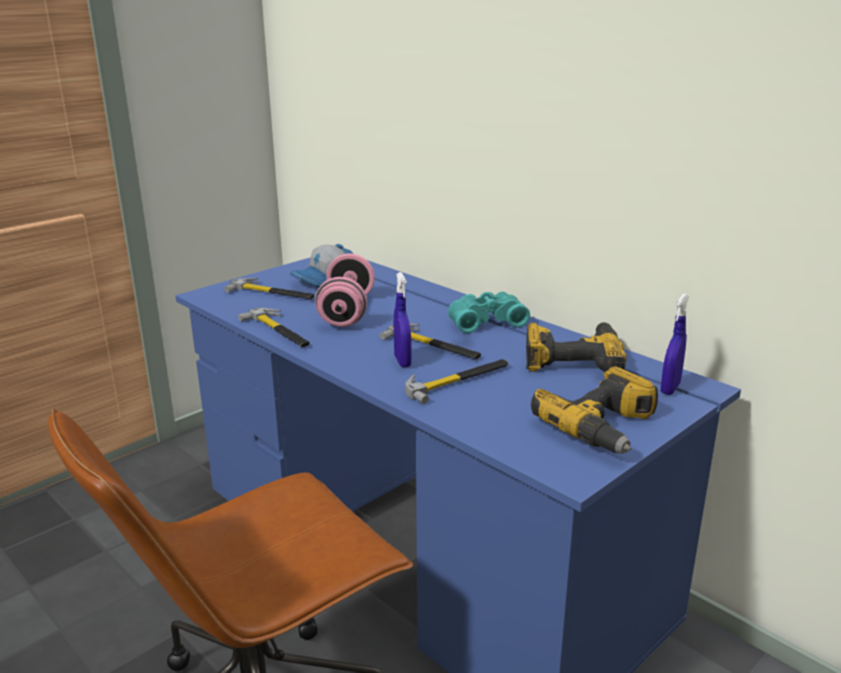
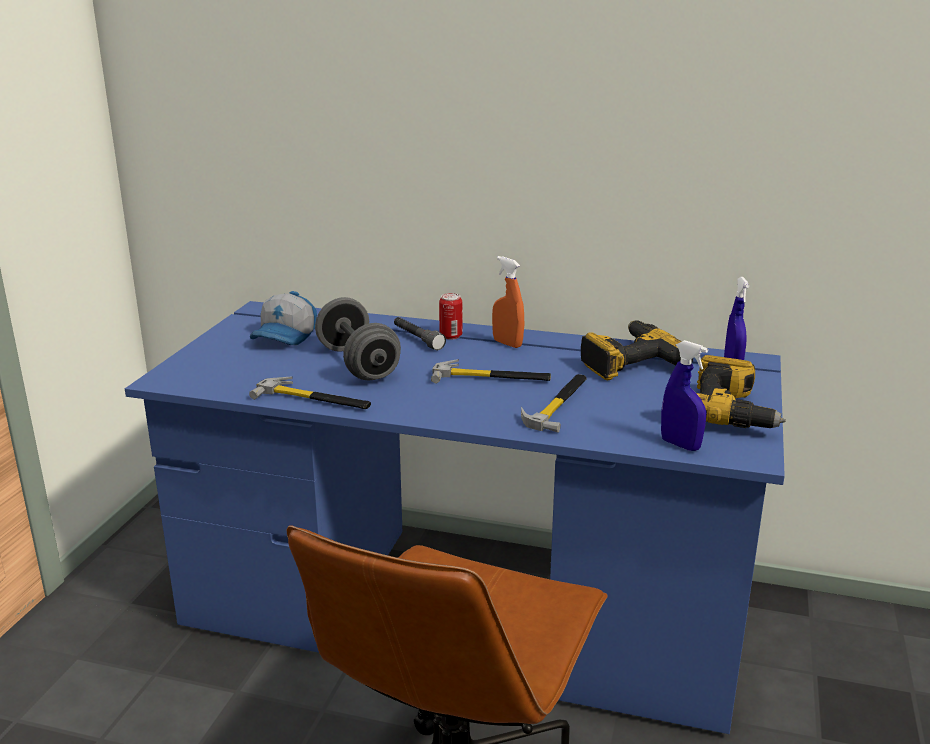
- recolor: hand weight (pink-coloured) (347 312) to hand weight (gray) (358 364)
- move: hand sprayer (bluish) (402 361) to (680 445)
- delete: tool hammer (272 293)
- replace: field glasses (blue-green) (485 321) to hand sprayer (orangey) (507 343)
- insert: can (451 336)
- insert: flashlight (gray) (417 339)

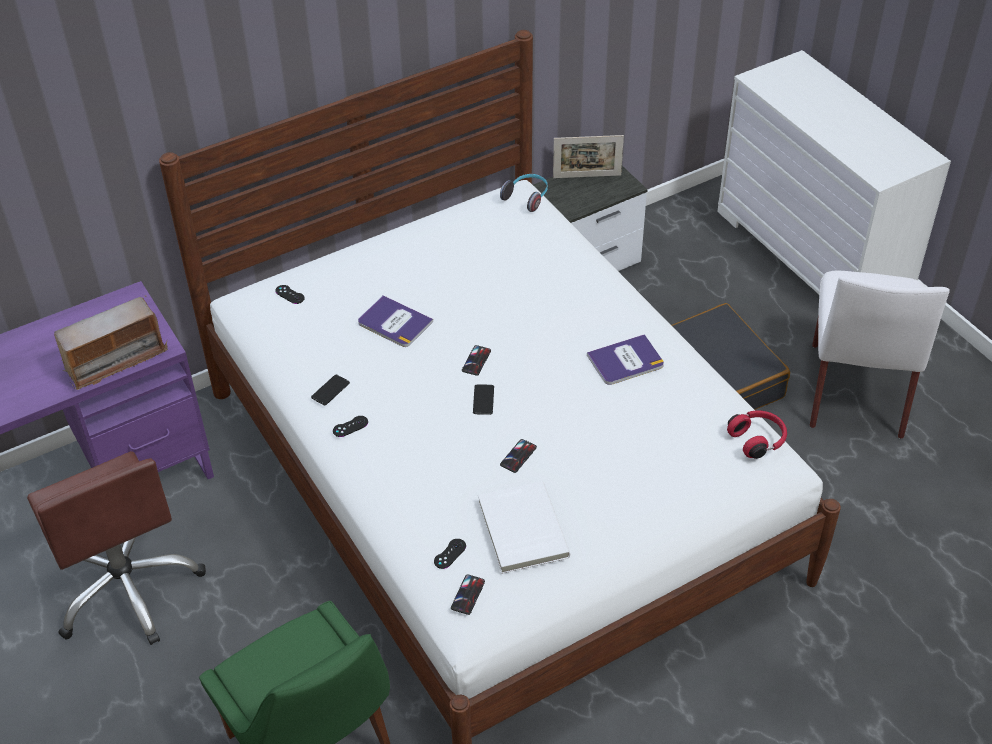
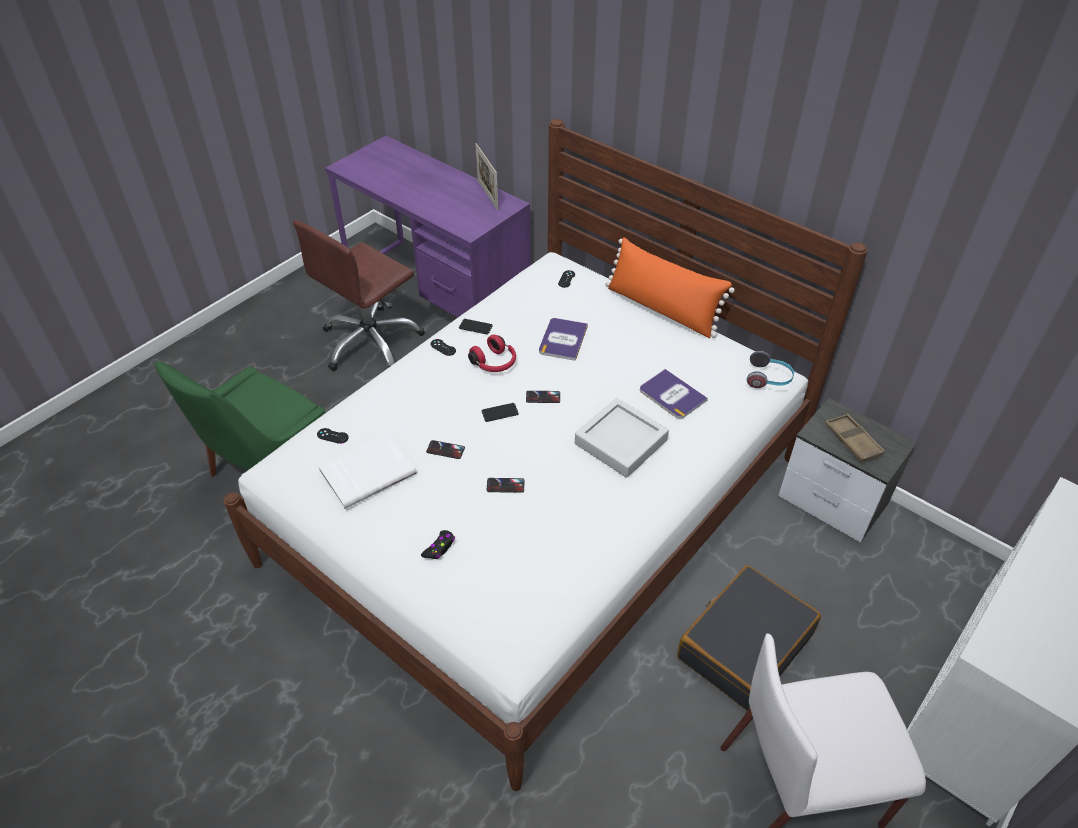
- move: photo frame (587 176) to (487 195)
- delete: radio receiver (115 360)
- move: volume (625 361) to (672 395)
- move: pair of headphones (reddish) (758 440) to (494 363)
- move: handset (468 595) to (505 485)
- insert: pillow (orangey) (662 309)
- insert: tray (gray) (621 442)
- insert: tray (brown) (852 441)
- insert: gamepad (blackish) (439 548)

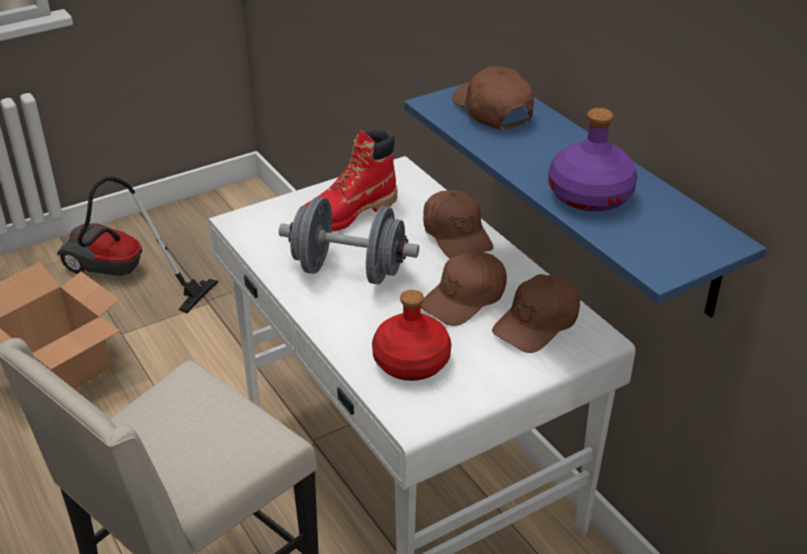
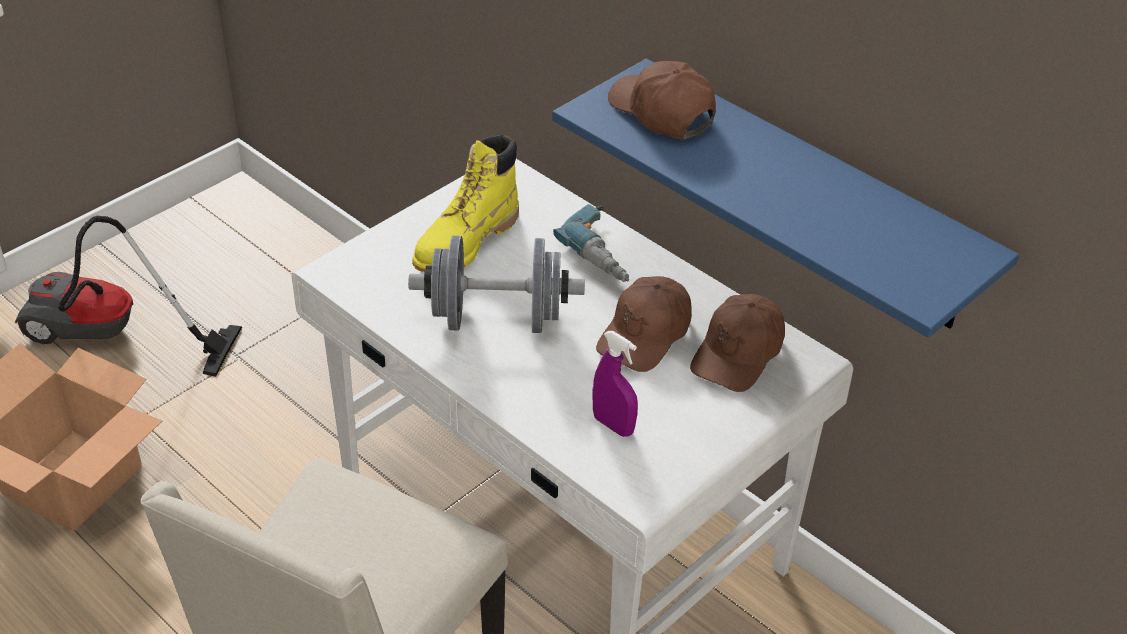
- delete: beverage bottle (purplish) (591 195)
- recolor: high-top boot (reddish) (348 214) to high-top boot (yellow-coloured) (466 243)
- replace: baseball cap (brown) (456 235) to electric drill (606 252)
- replace: beverage bottle (reddish) (411 362) to hand sprayer (purplish) (613 425)

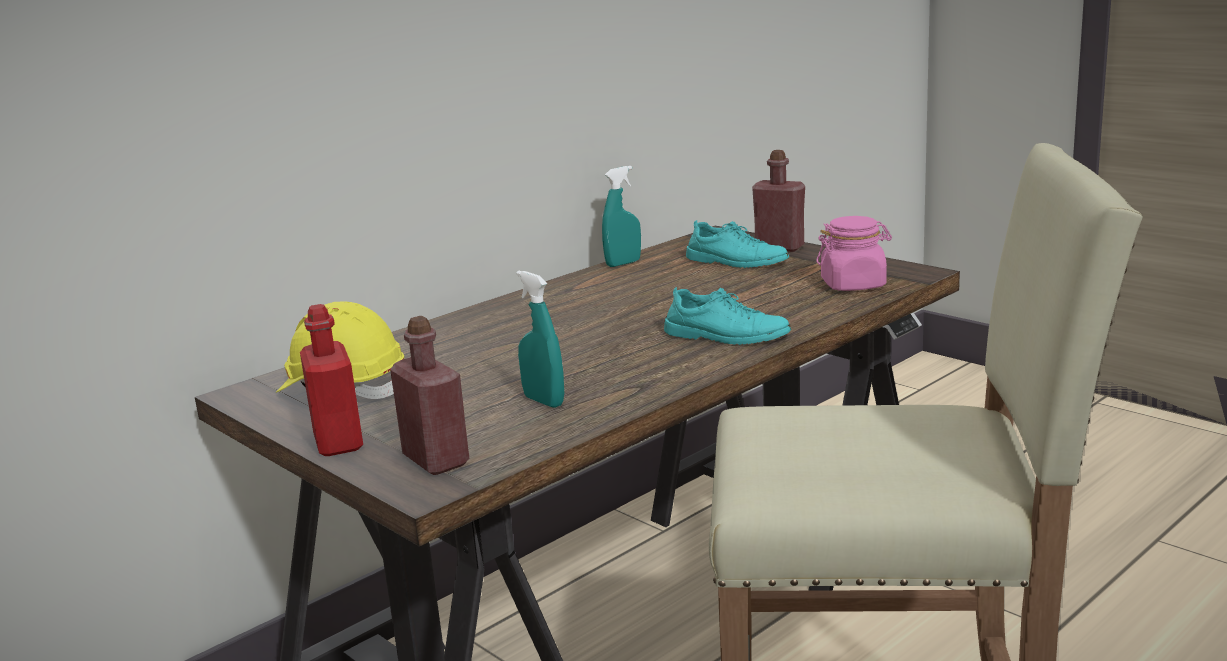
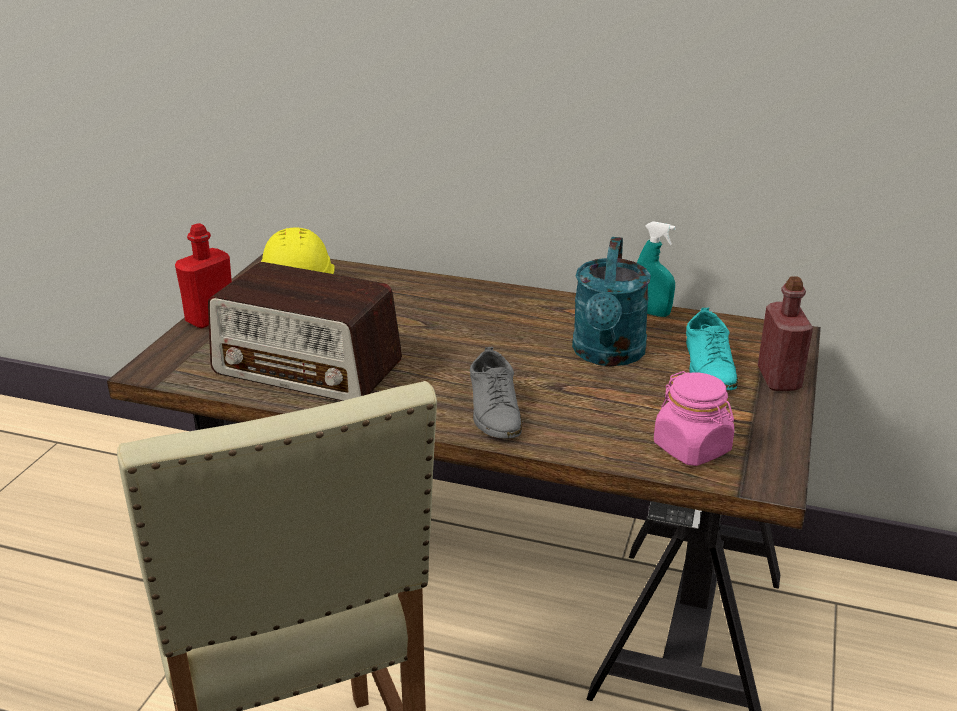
- replace: hand sprayer (blue-green) (544 401) to radio receiver (308 368)
- recolor: item of footwear (blue-green) (726 335) to item of footwear (gray) (495 410)
- delete: beverage bottle (reddish) (436 460)
- insert: watering pot (blue-green) (608 355)

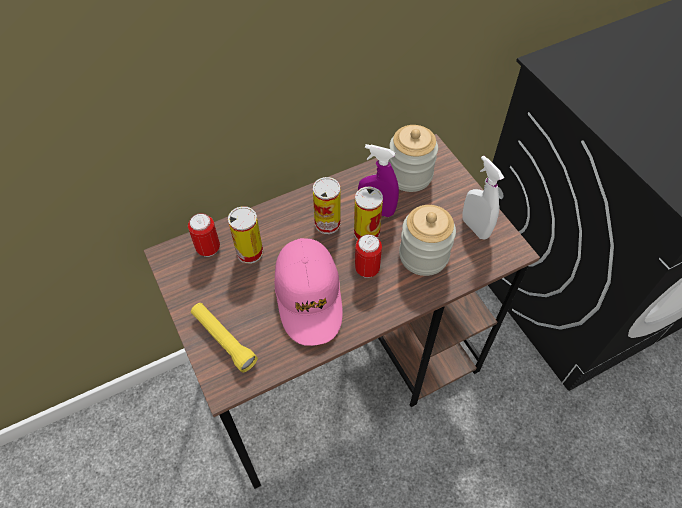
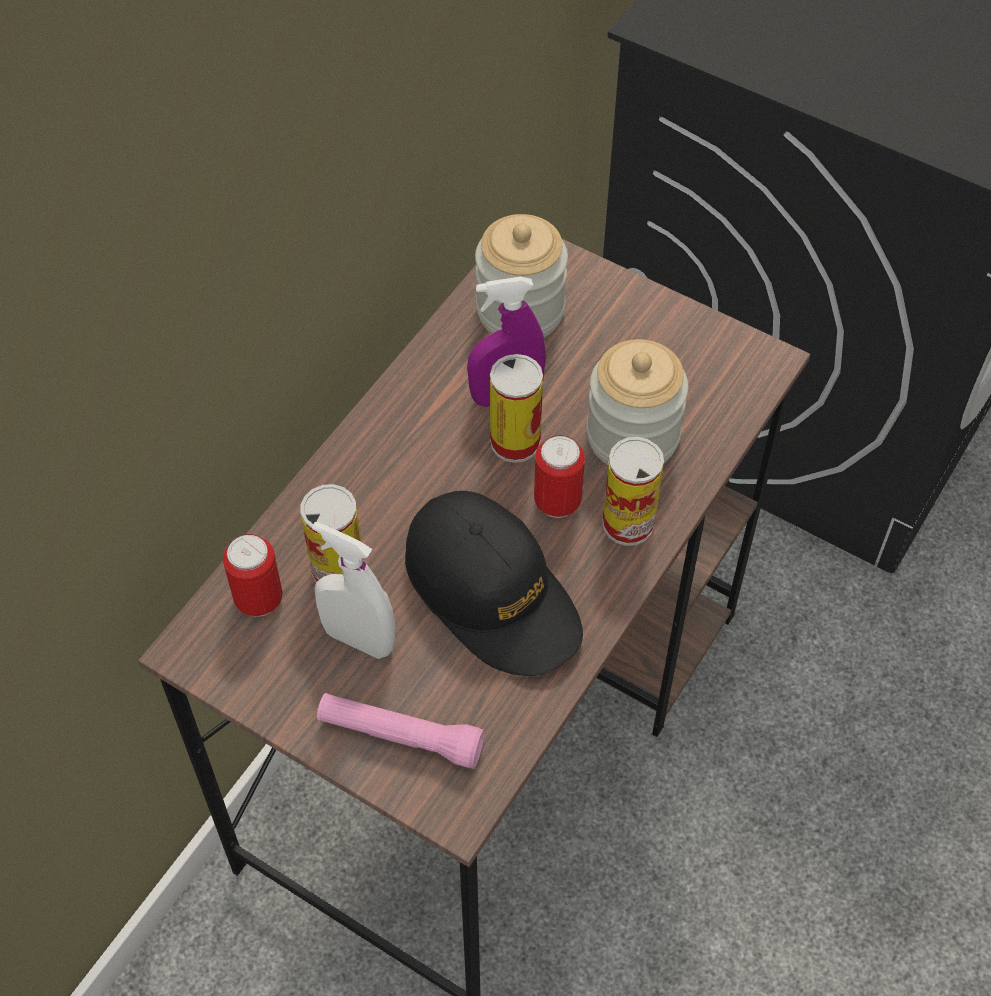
- move: hand sprayer (white) (475 228) to (359 639)
- move: can (327 223) to (628 523)
- recolor: baseball cap (pink-coloured) (309 296) to baseball cap (blackish) (493 593)
- recolor: flashlight (yellow-coloured) (223 340) to flashlight (pink-coloured) (400 736)

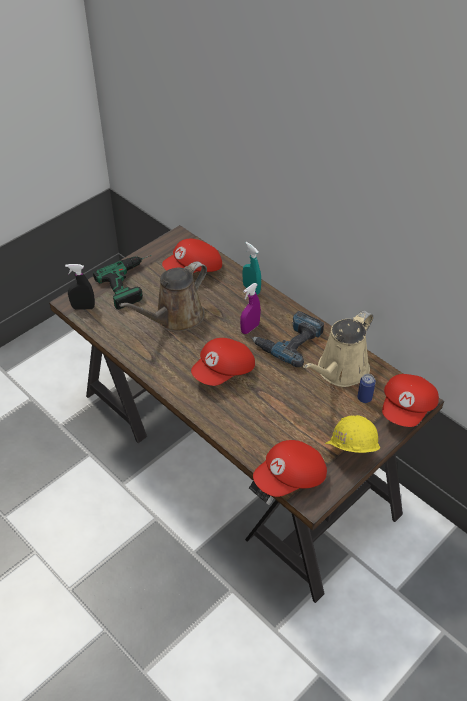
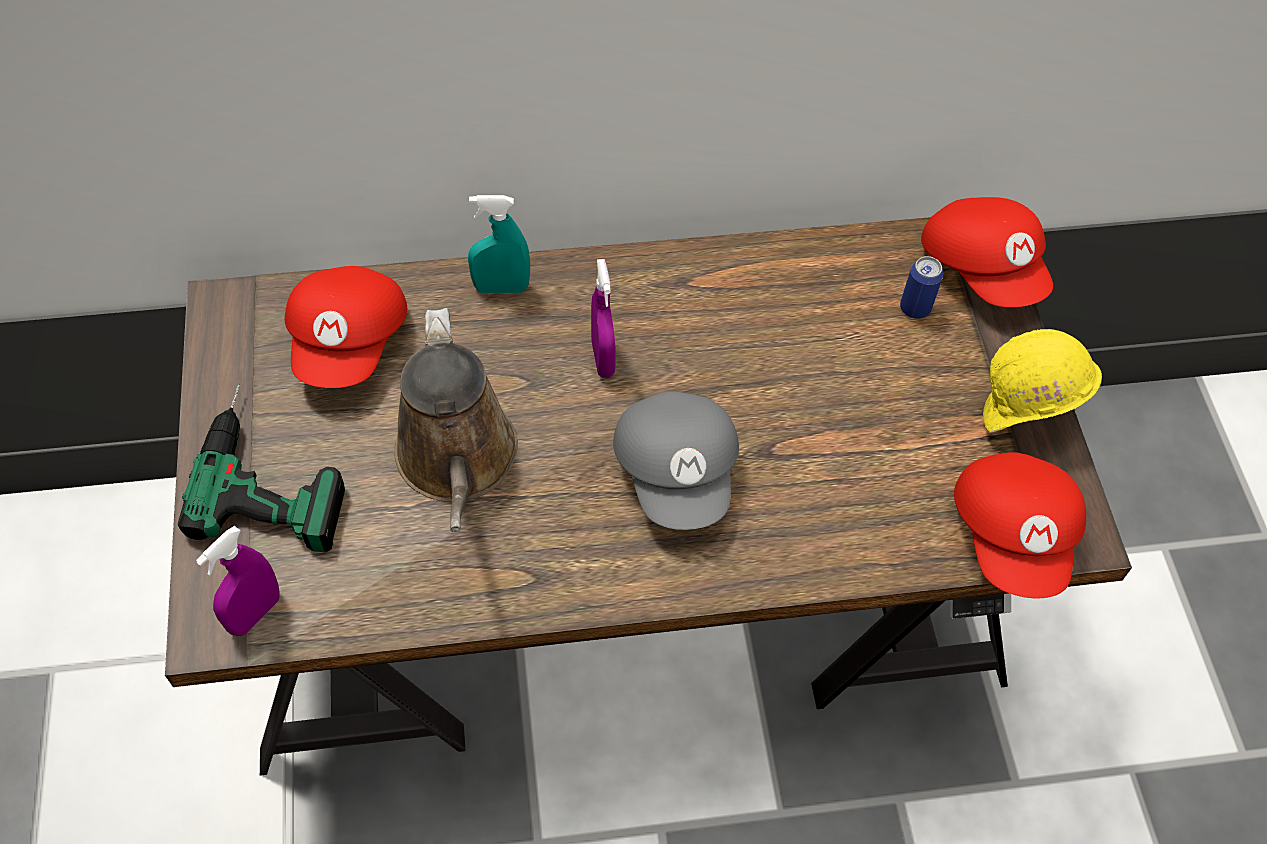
- recolor: hand sprayer (blackish) (83 307) to hand sprayer (purplish) (255 614)
- delete: electric drill (289 341)
- delete: watering pot (beige-coloured) (340 371)
- recolor: baseball cap (reddish) (224 372) to baseball cap (gray) (678 472)

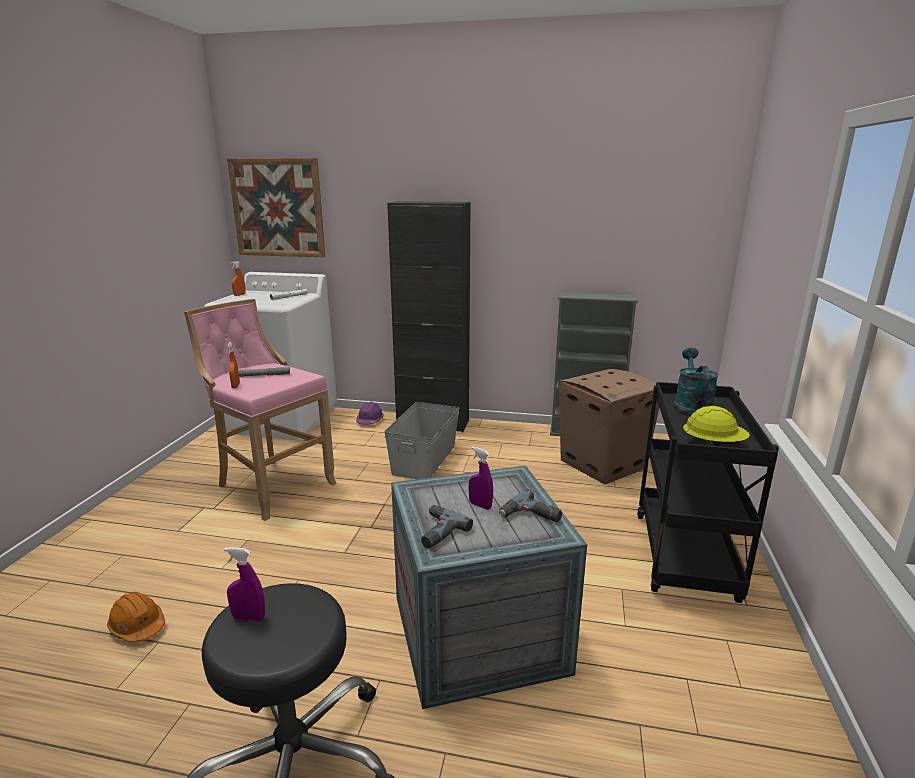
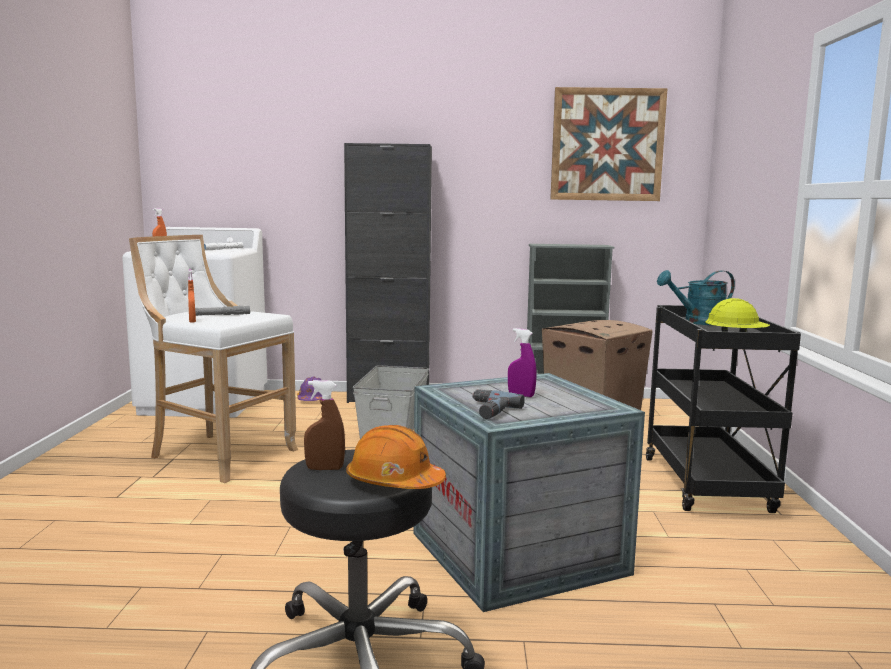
- move: picture (277 208) to (607 145)
- recolor: stool seat (pink-coloured) (271 485) to stool seat (white) (218 455)
- rotate: watering pot (blue-green) (690 407) = (698 322) 105 degrees counterclockwise
- delete: electric drill (530 516)
- recolor: hand sprayer (purplish) (249 617) to hand sprayer (brown) (324 468)
- move: hard hat (orangey) (138 626) to (394 482)

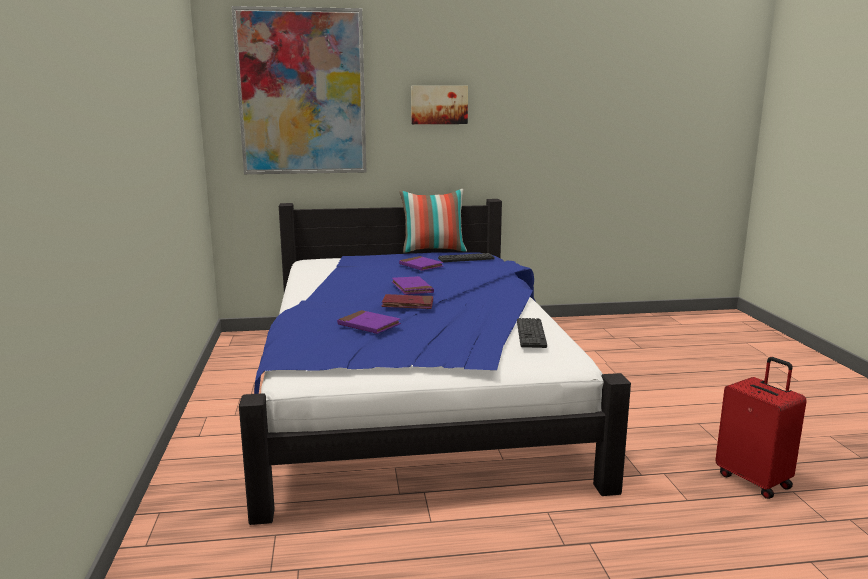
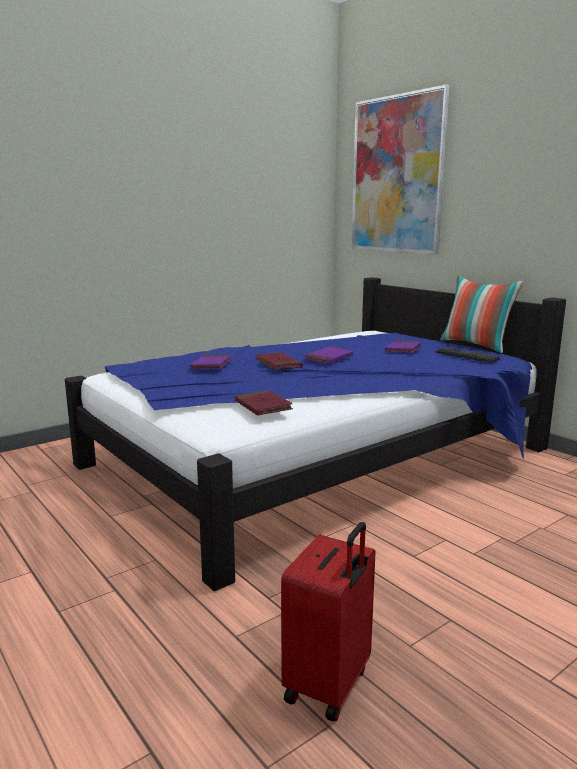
- delete: picture (439 105)
- replace: PC keyboard (531 333) to volume (reddish) (263 406)

